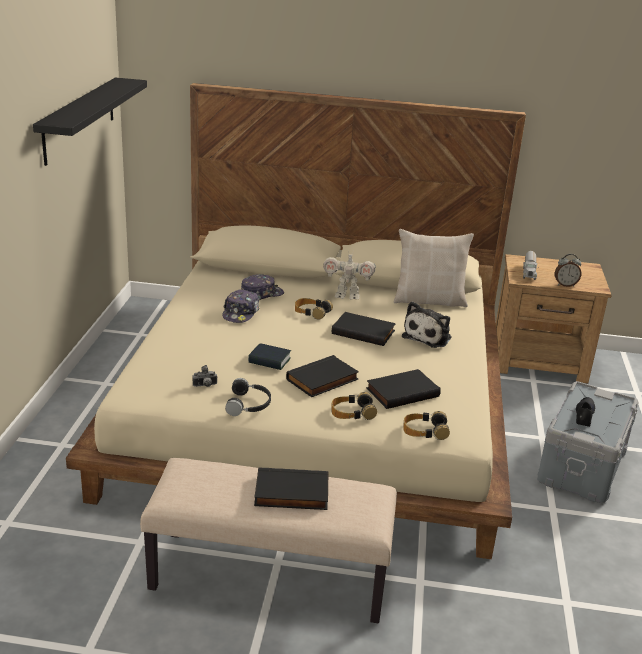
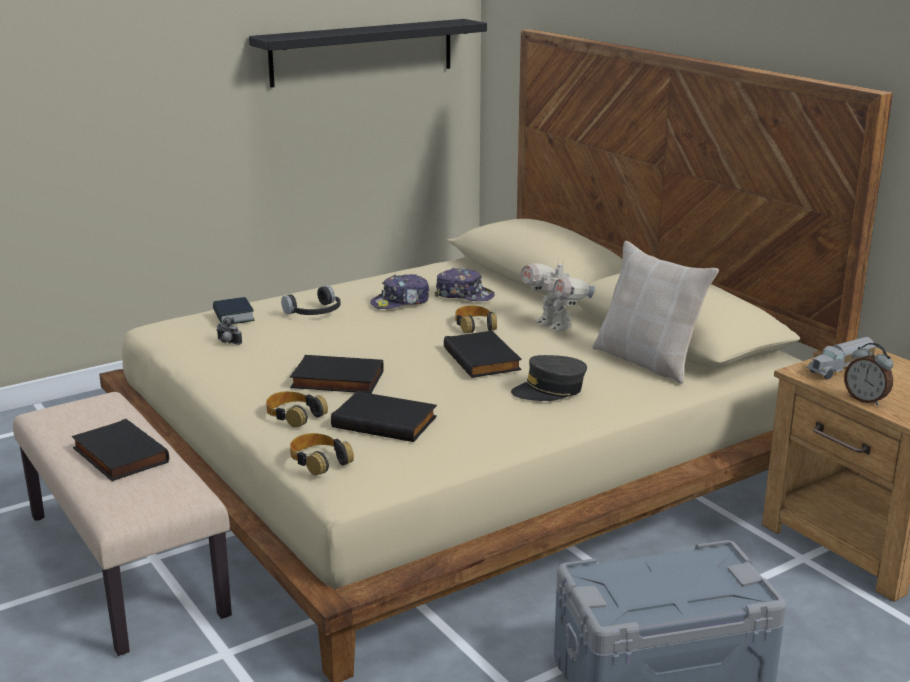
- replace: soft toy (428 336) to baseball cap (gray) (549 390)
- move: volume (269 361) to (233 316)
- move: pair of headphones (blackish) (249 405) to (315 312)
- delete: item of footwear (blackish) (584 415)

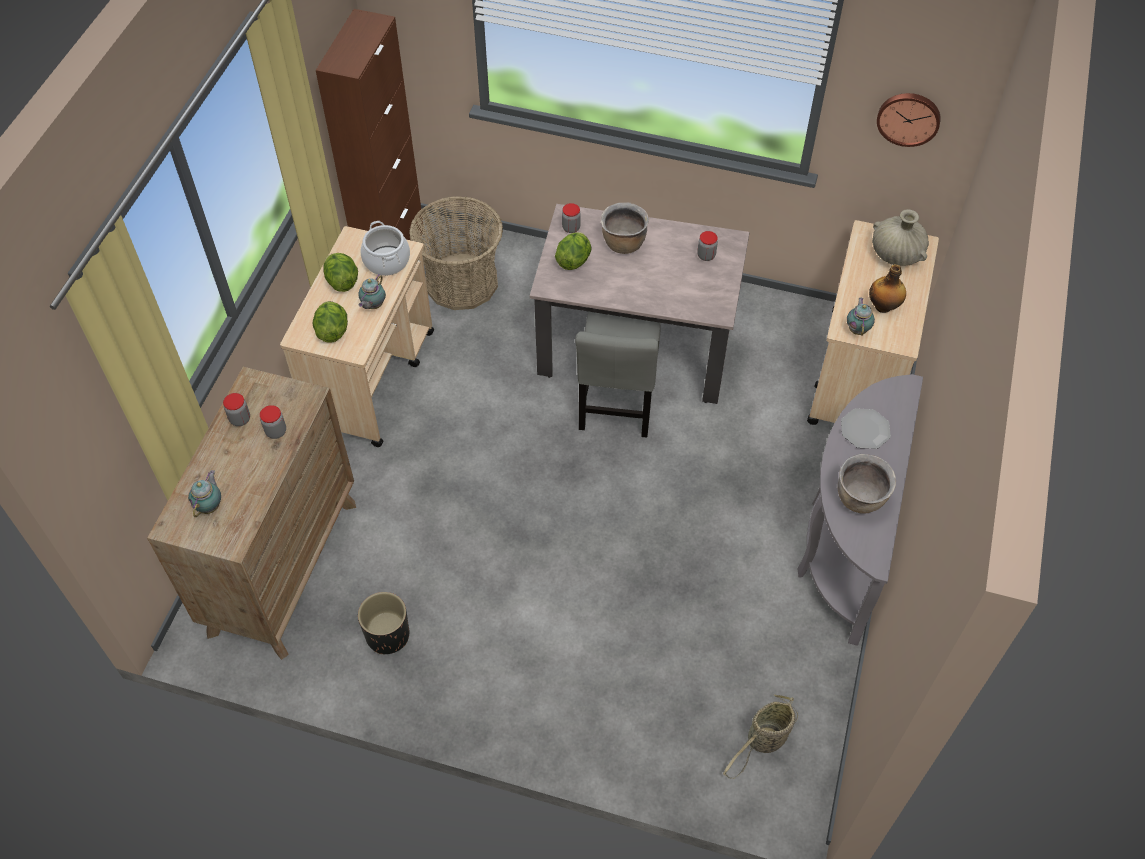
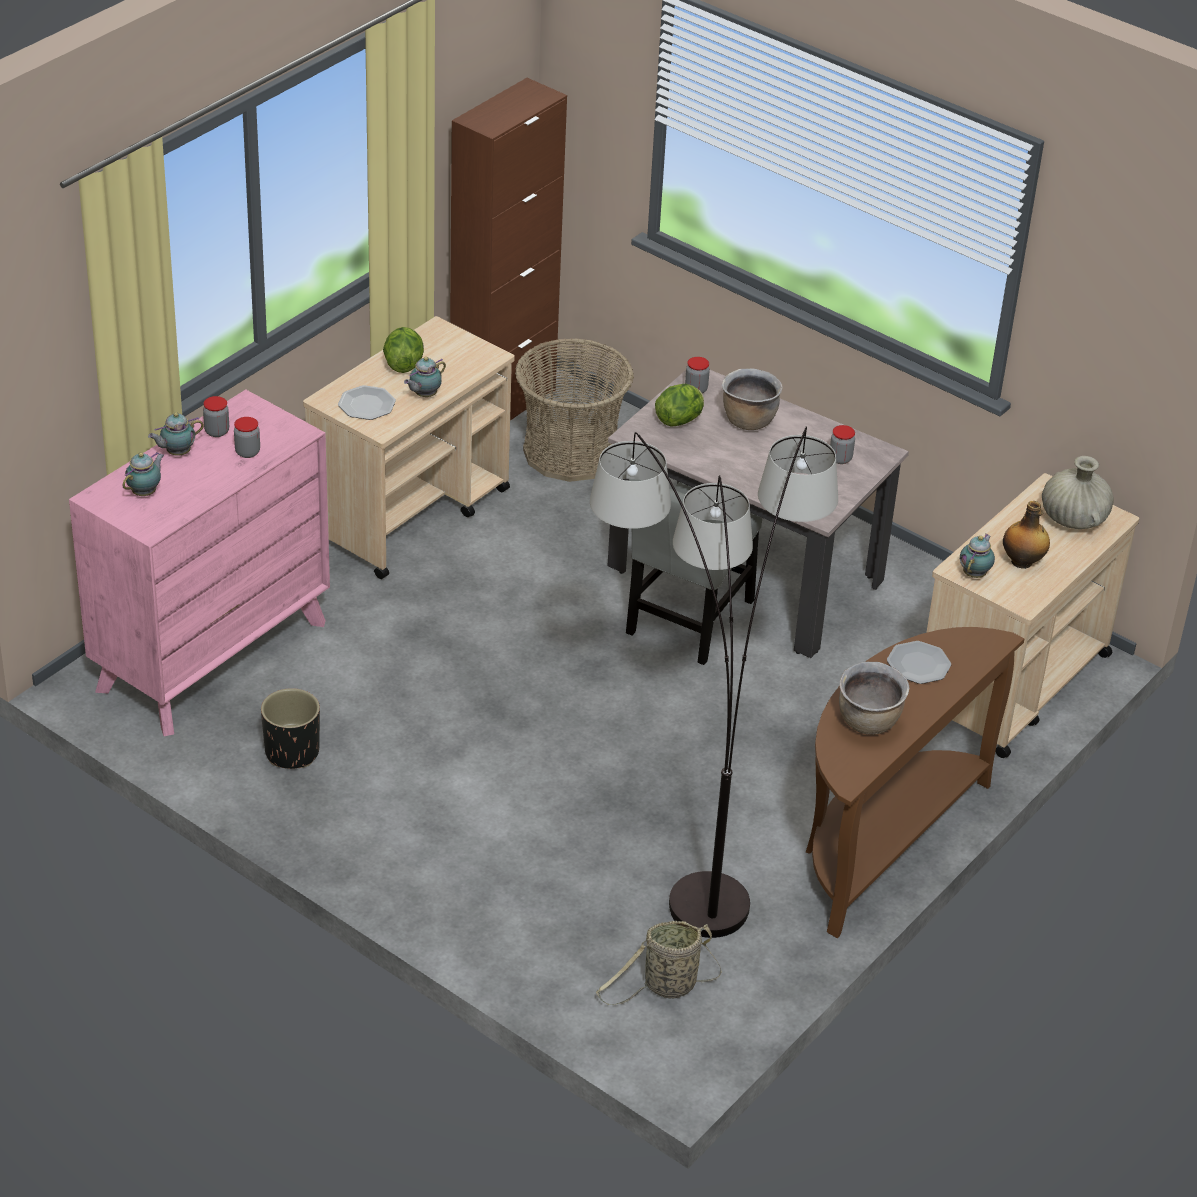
- delete: clock on the wall (908 117)
- delete: cooking pot (387 261)
- replace: lettuce (332 330) to dinner plate (366 404)
- recolor: dresser (brown) (283 567) to dresser (pink-coloured) (212 655)
- recolor: console table (gray) (843 545) to console table (brown) (882 840)
- insert: tea pot (176 453)
- insert: floor lamp (693 837)

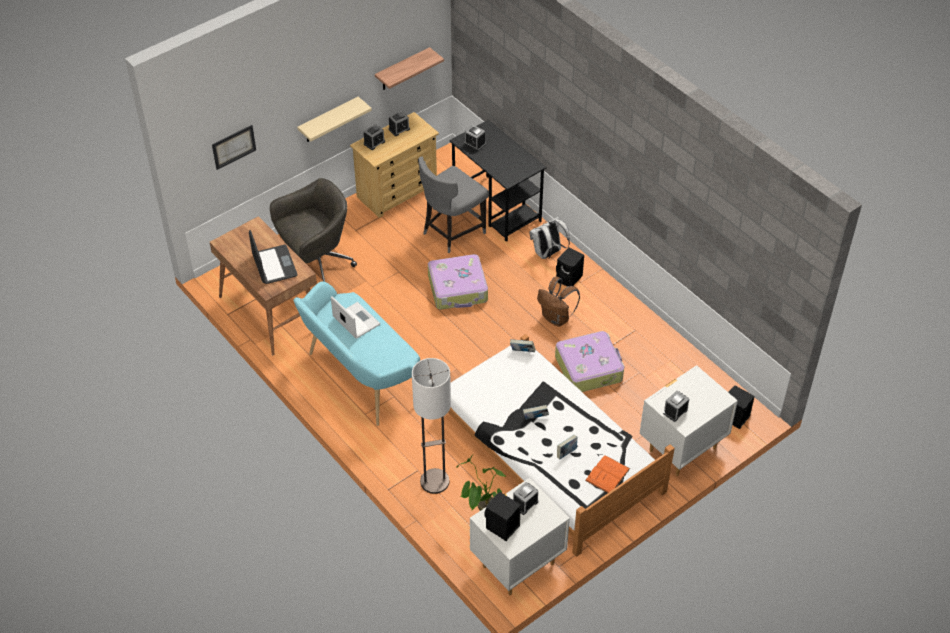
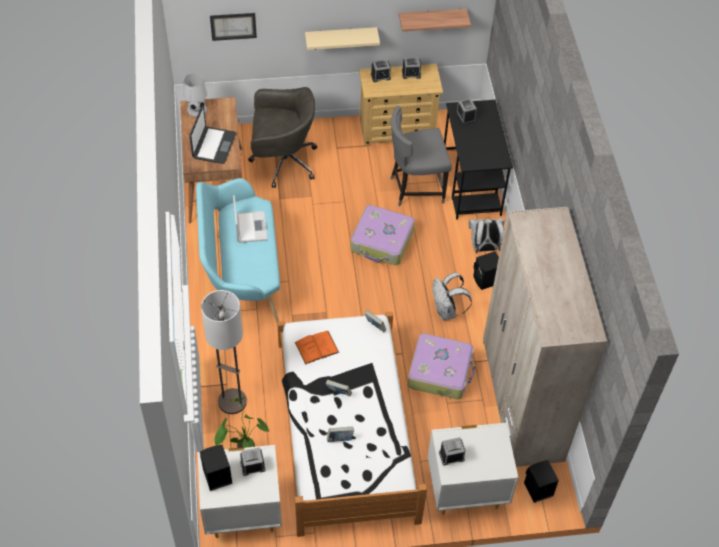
- recolor: backpack (brown) (557 318) to backpack (white) (447 311)
- move: volume (orangey) (607 474) to (316 347)
- insert: table lamp (white) (197 109)
- insert: wardrobe (beige-coloured) (522 400)

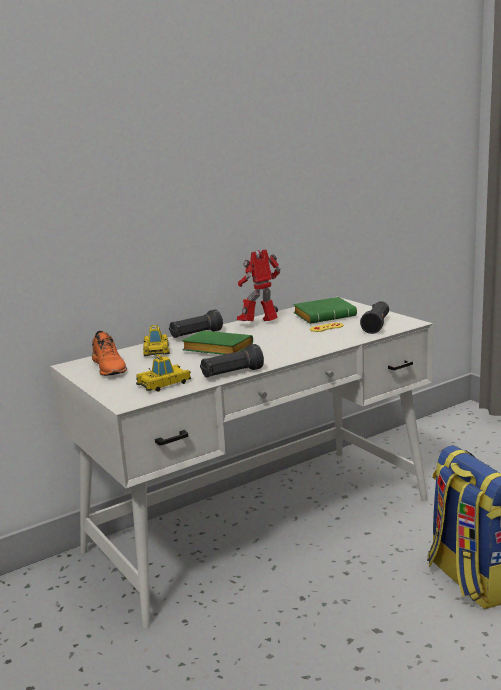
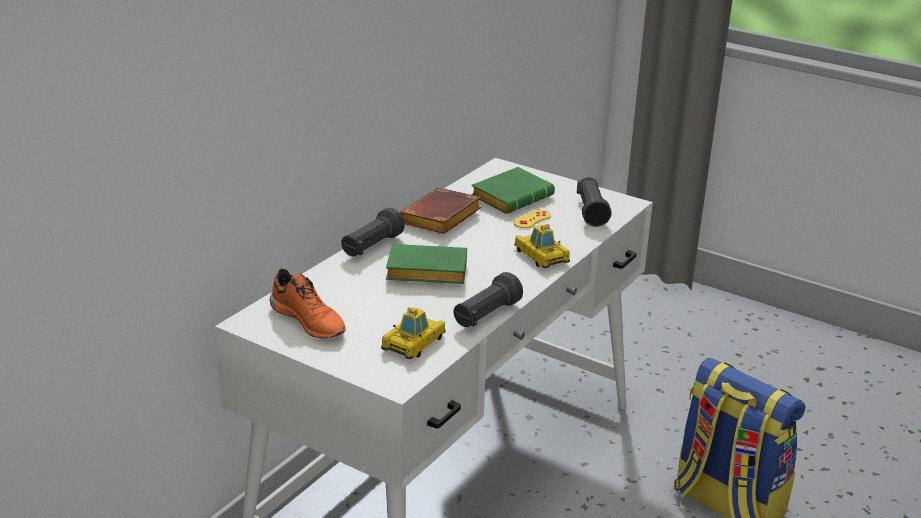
- replace: toy robot (260 324) to volume (brown) (441 219)
- move: model car (156 350) to (541 255)

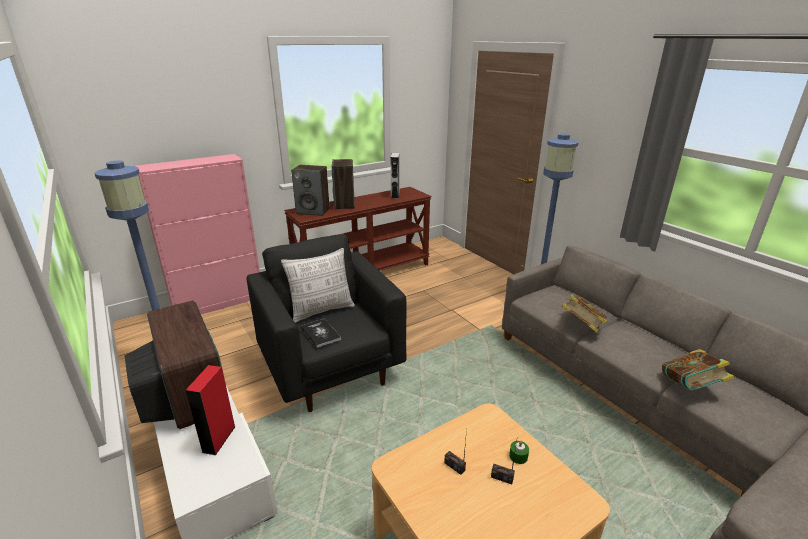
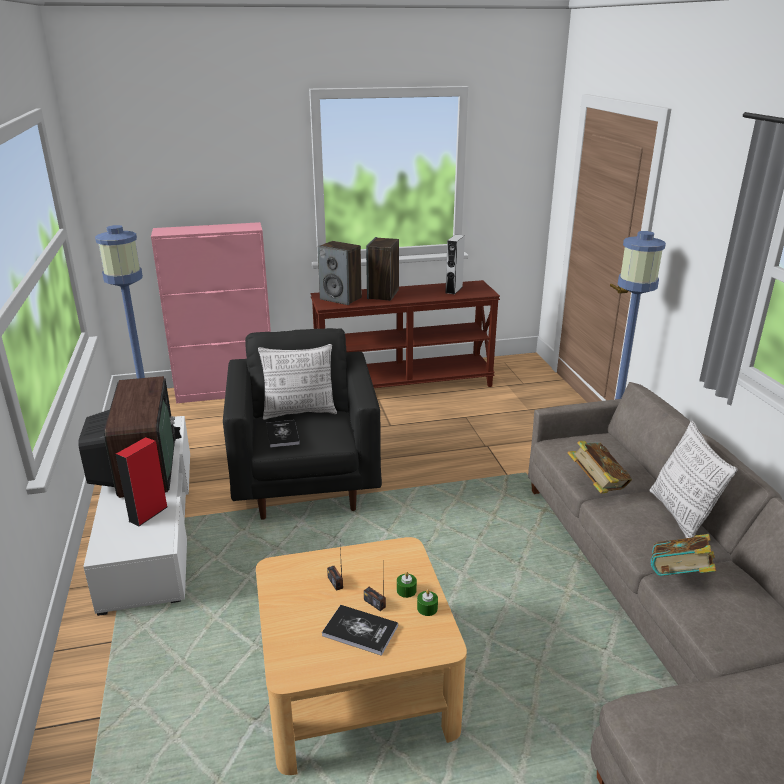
- insert: pillow (681 516)
- insert: wax candle (green-coloured) (427 608)
- insert: volume (360 630)

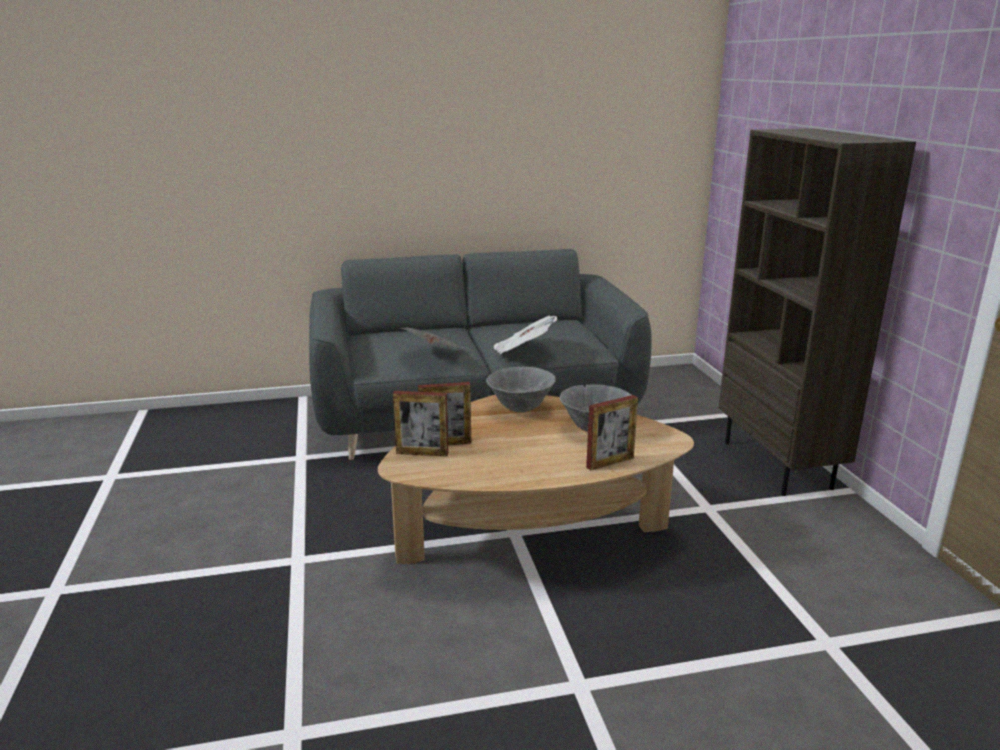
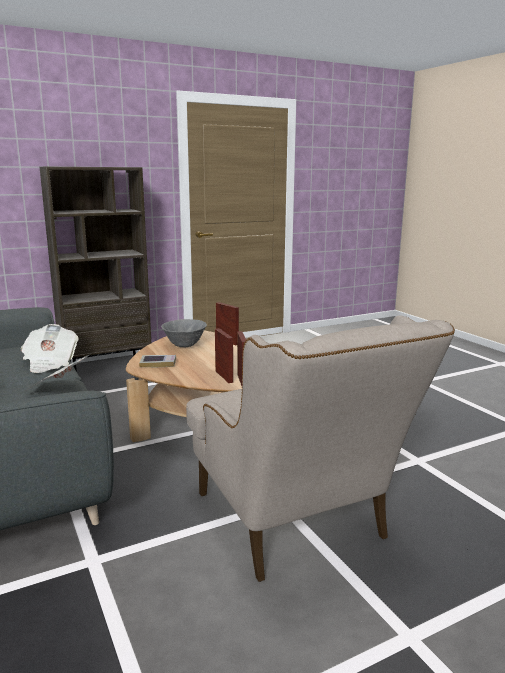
- replace: serving bowl (gray) (520 409) to volume (158 363)
- insert: armchair (beige-coloured) (298 526)

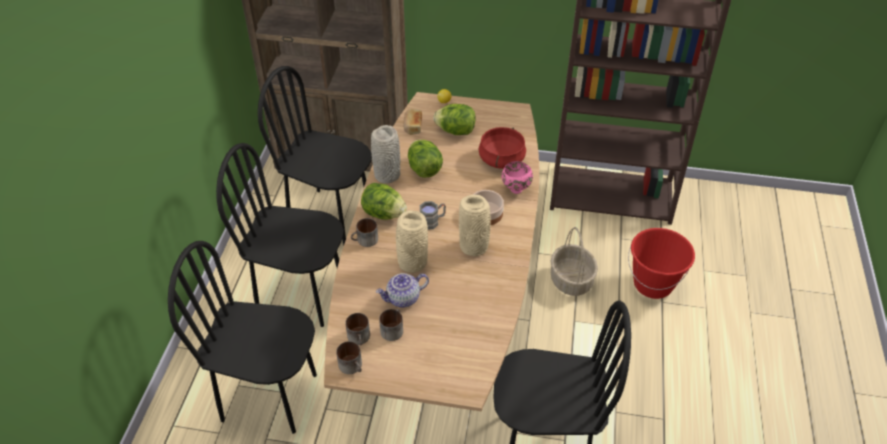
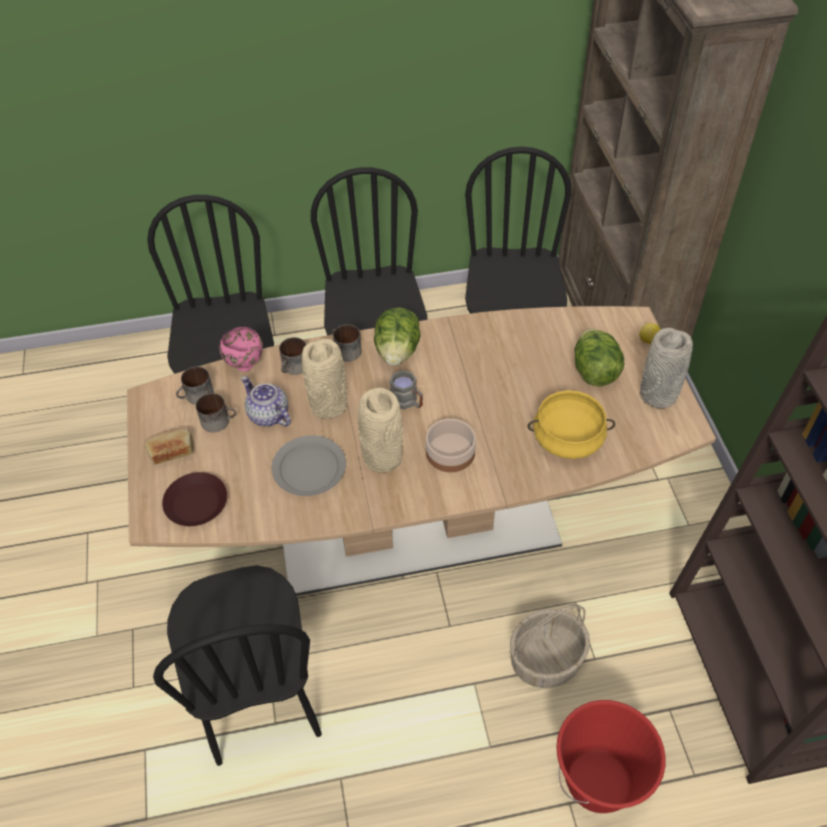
- move: bakery bread (412 126) to (172 451)
- move: vase (gray) (387 175) to (659 394)
- recolor: cooking pot (reddish) (502 159) to cooking pot (yellow-coloured) (567 439)
- delete: lettuce (424 169)
- move: serving bowl (pink-coloured) (515 189) to (245 364)
- move: mug (353 366) to (294 368)
- insert: dinner plate (gray) (308 467)
- insert: dinner plate (brown) (197 503)

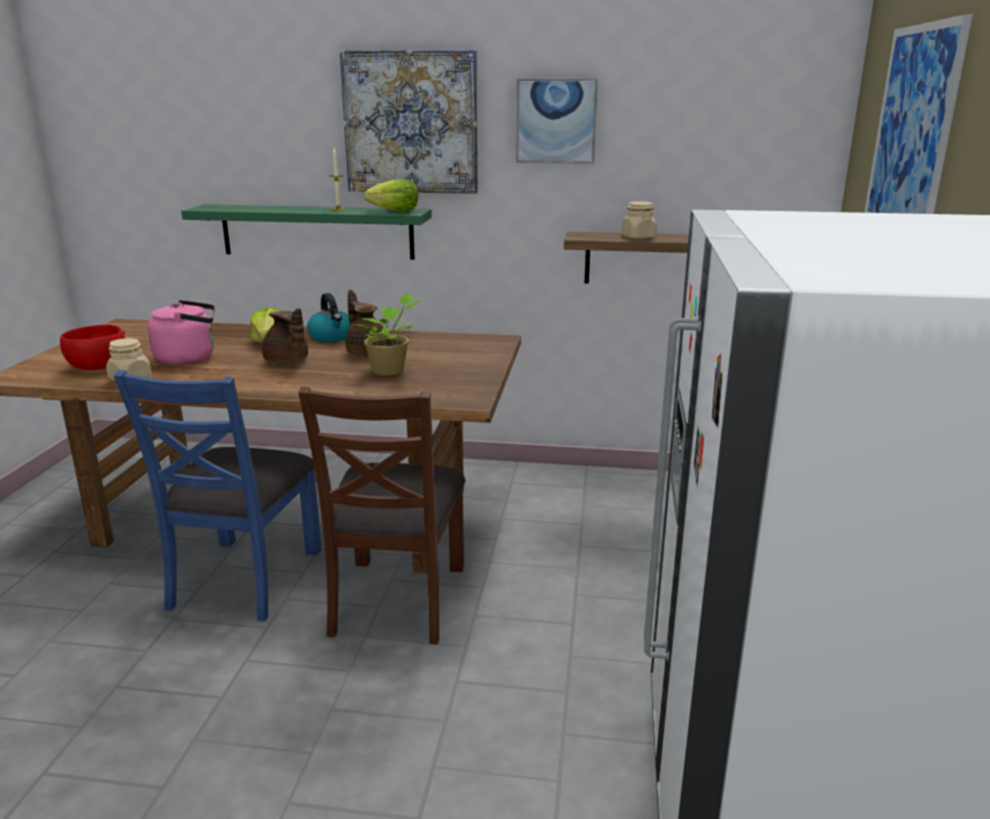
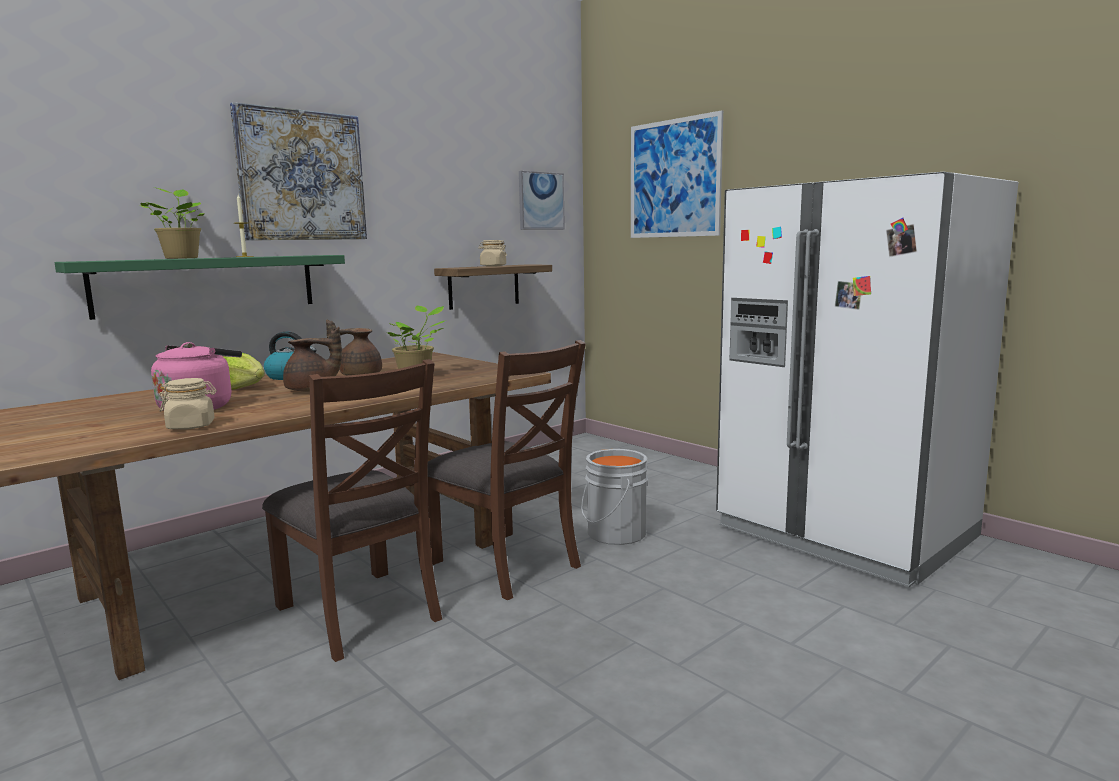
- move: picture (556 121) to (541 201)
- delete: lettuce (395 211)
- delete: serving bowl (reddish) (98 367)
- recolor: upright chair (bluish) (244 578) to upright chair (brown) (360 612)
- insert: potted plant (182 258)
- insert: water bucket (gray) (613 533)

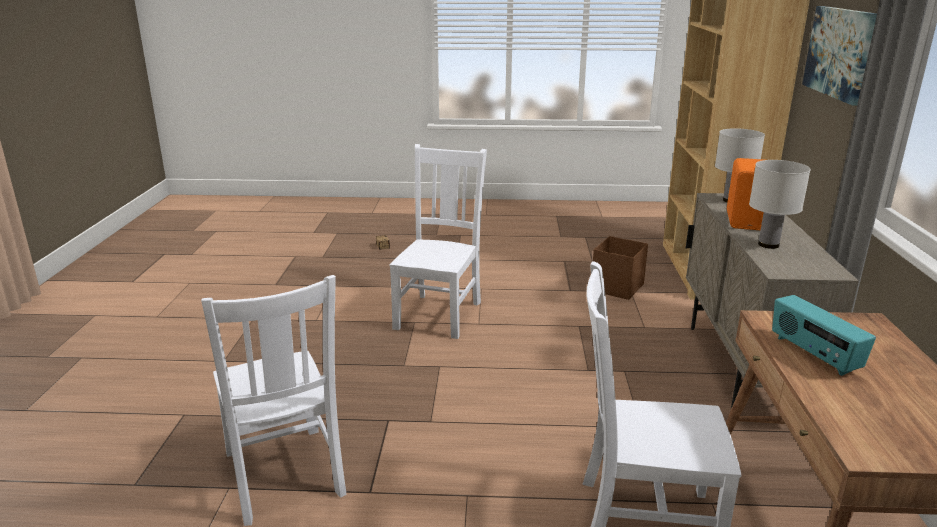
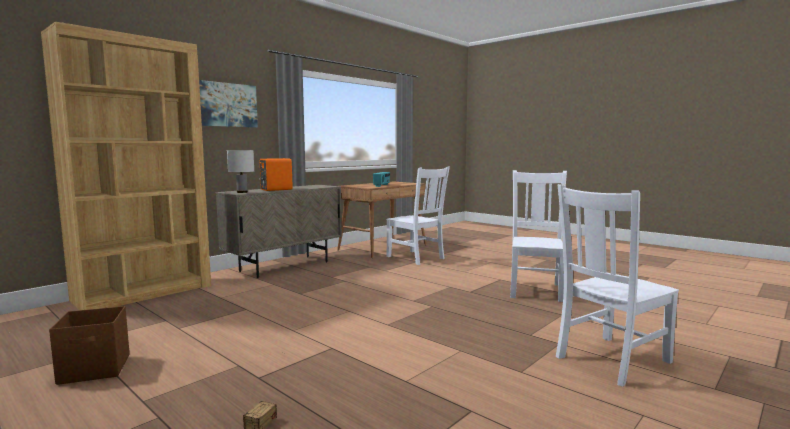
- move: upright chair (white) (439 314) to (610 360)
- delete: table lamp (white) (769 245)
- move: storage box (brown) (616 288) to (96 369)

